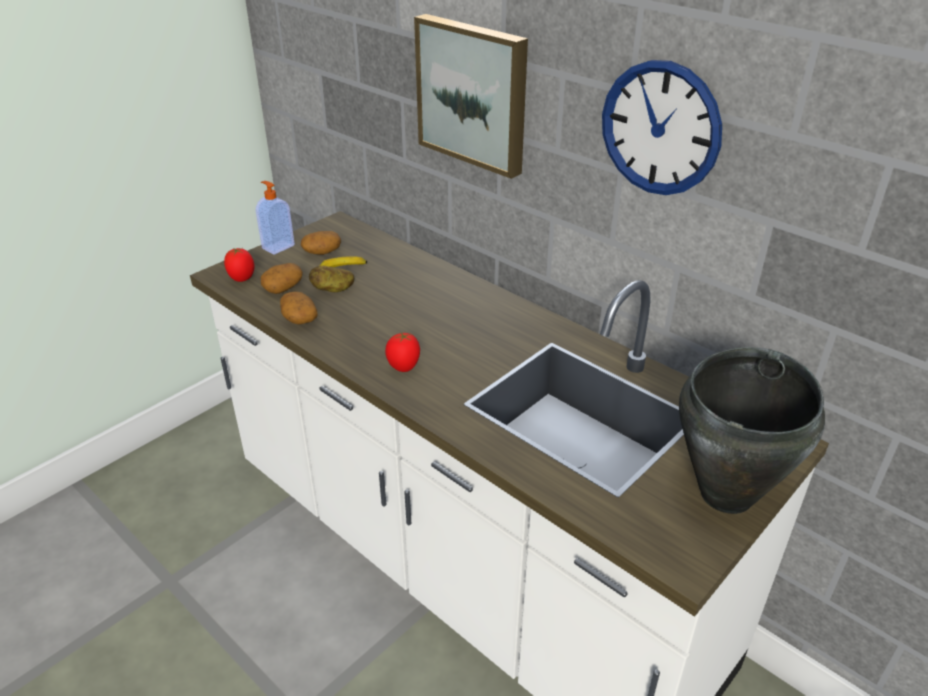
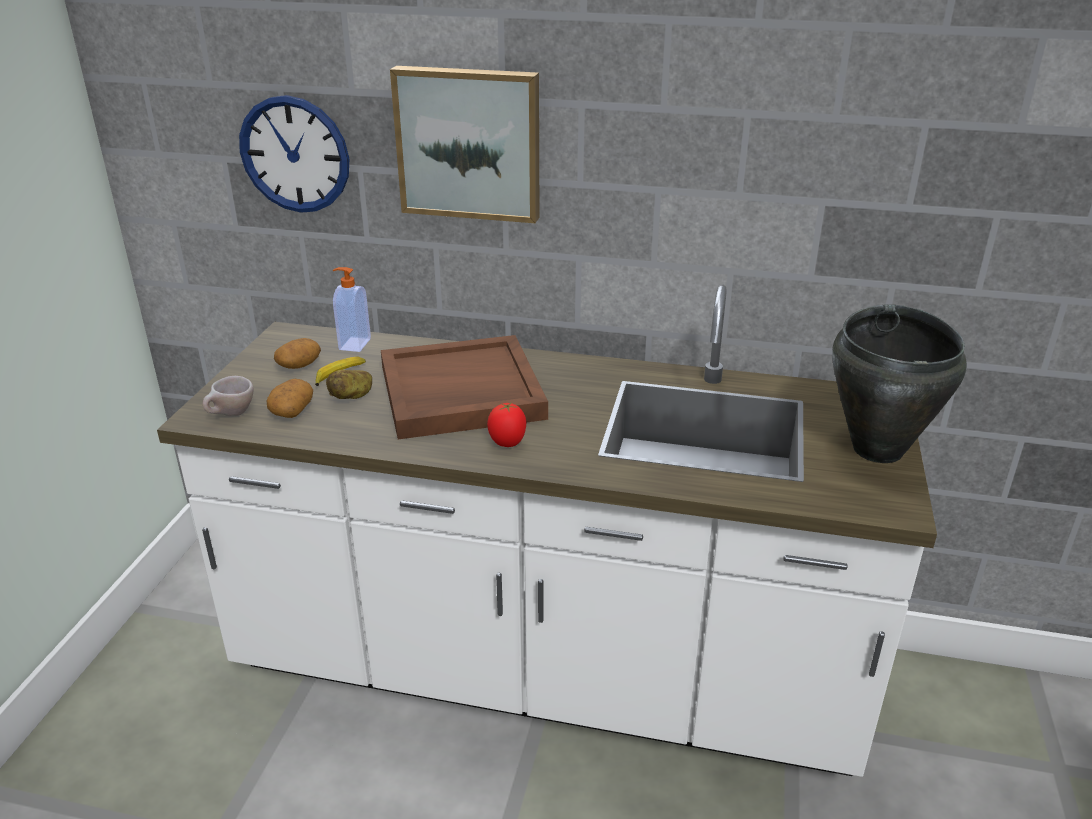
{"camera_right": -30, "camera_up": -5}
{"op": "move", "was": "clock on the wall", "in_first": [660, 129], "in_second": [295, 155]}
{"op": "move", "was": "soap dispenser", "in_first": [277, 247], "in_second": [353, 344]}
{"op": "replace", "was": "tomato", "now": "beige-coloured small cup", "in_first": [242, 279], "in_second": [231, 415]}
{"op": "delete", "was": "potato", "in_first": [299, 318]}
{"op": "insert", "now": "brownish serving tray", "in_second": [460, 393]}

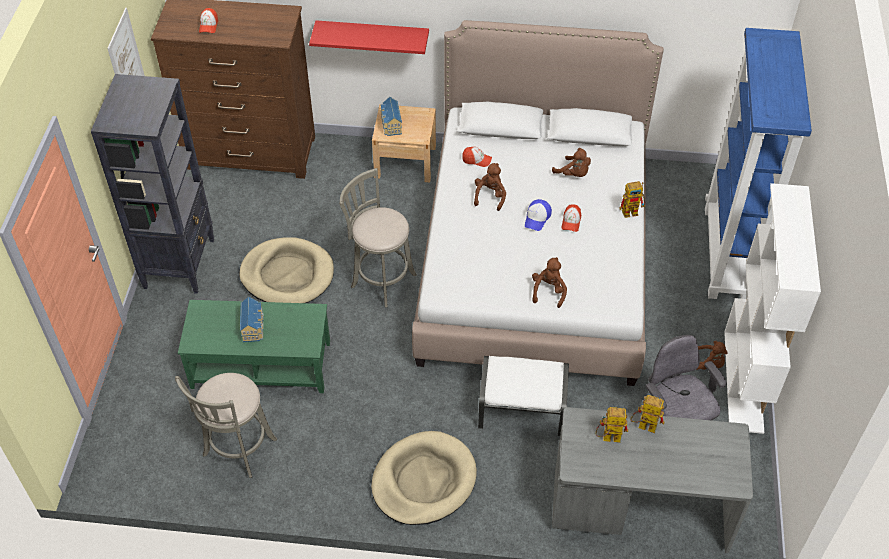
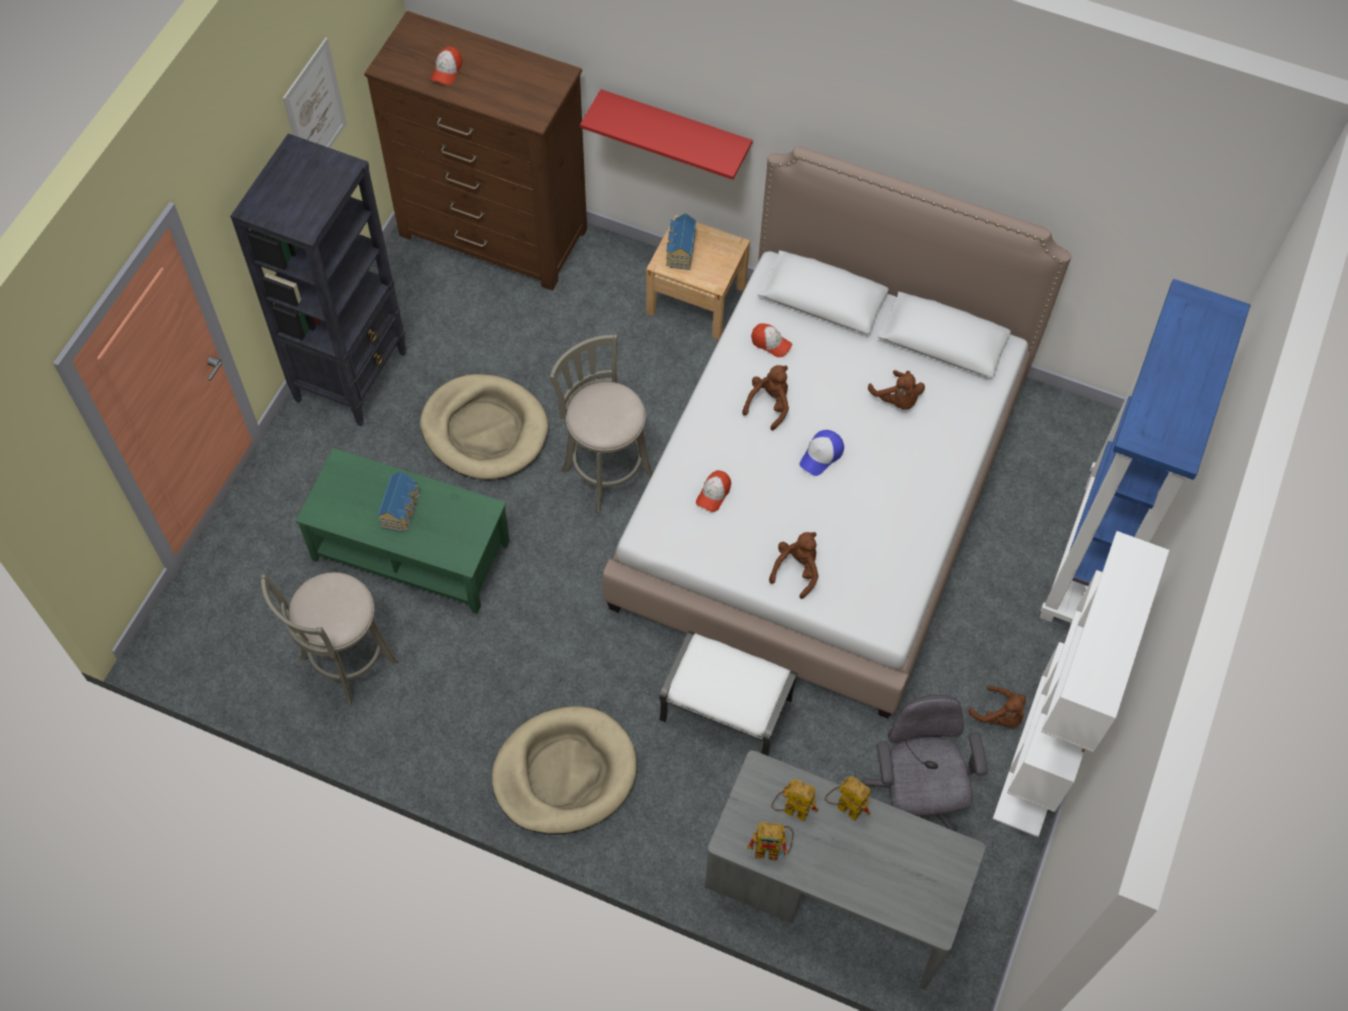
{"camera_right": 15, "camera_up": 10}
{"op": "move", "was": "robot figure", "in_first": [632, 211], "in_second": [772, 849]}
{"op": "move", "was": "peaked cap", "in_first": [571, 221], "in_second": [713, 494]}

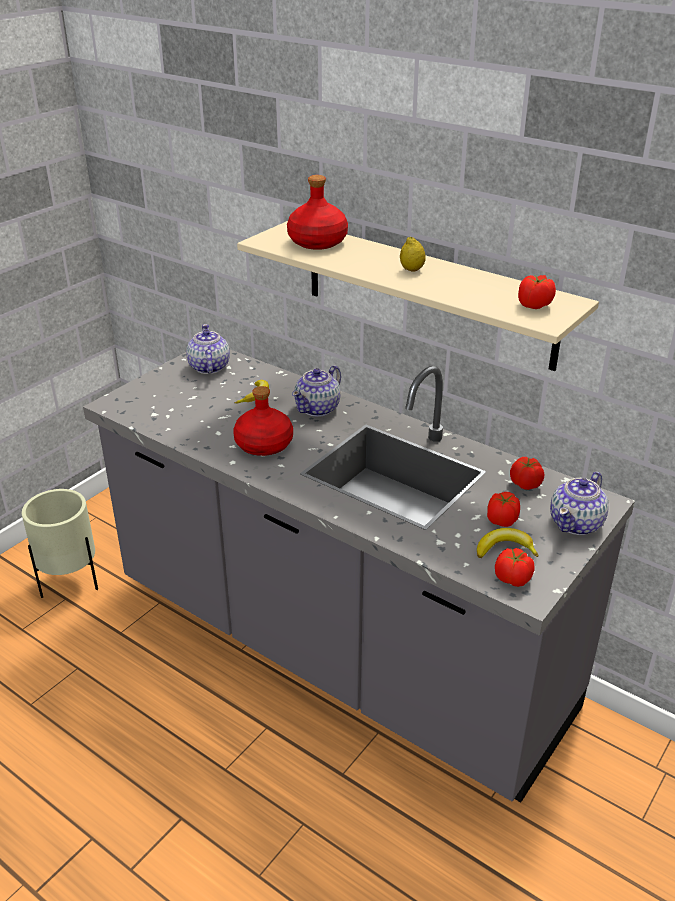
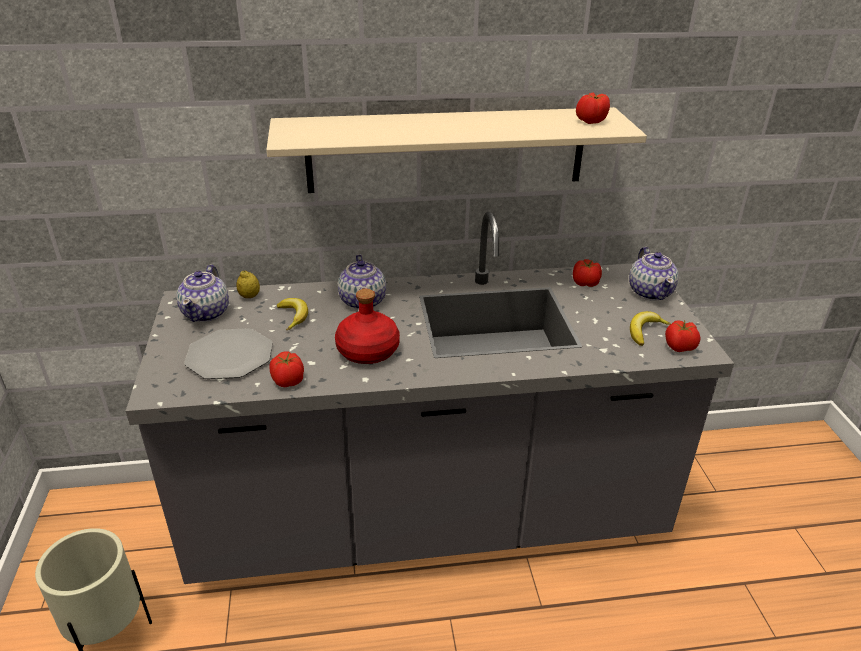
{"camera_right": -45, "camera_up": 0}
{"op": "delete", "was": "red-coloured bottle", "in_first": [317, 242]}
{"op": "move", "was": "citrus fruit", "in_first": [412, 270], "in_second": [249, 296]}
{"op": "rotate", "was": "teapot", "in_first": [208, 367], "in_second": [206, 313], "clockwise": -120}
{"op": "move", "was": "tomato", "in_first": [501, 520], "in_second": [288, 381]}
{"op": "insert", "now": "dinner plate", "in_second": [230, 356]}

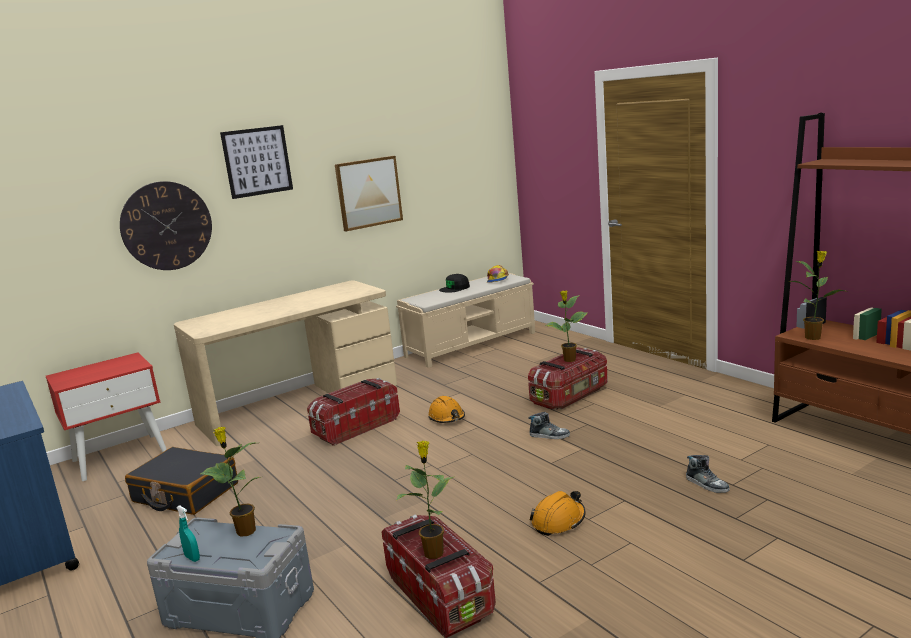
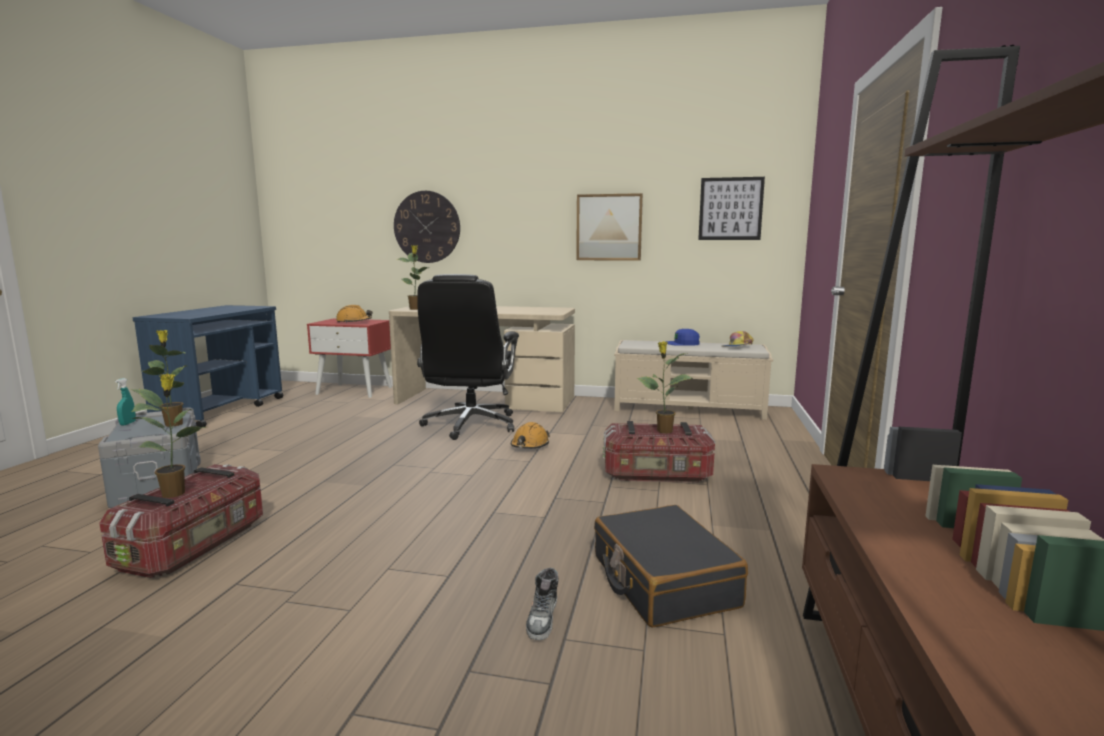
{"camera_right": 45, "camera_up": -5}
{"op": "move", "was": "picture", "in_first": [257, 161], "in_second": [730, 209]}
{"op": "move", "was": "houseplant", "in_first": [814, 337], "in_second": [415, 309]}
{"op": "recolor", "was": "black peaked cap", "now": "blue-coloured peaked cap", "in_first": [455, 288], "in_second": [683, 343]}
{"op": "replace", "was": "storage box", "now": "black computer chair", "in_first": [355, 427], "in_second": [470, 425]}
{"op": "delete", "was": "low shoe", "in_first": [549, 435]}
{"op": "move", "was": "black travel case", "in_first": [185, 493], "in_second": [663, 581]}
{"op": "move", "was": "orangey hard hat", "in_first": [559, 521], "in_second": [354, 322]}

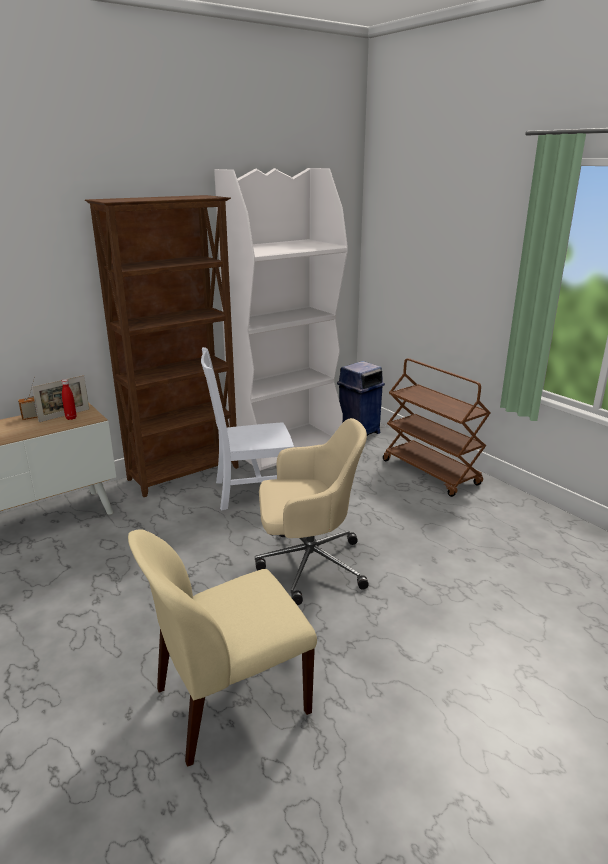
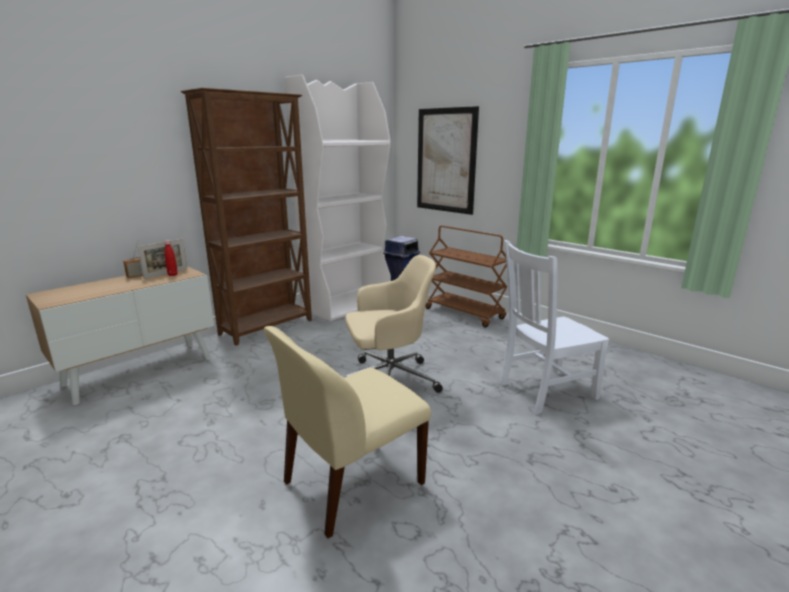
{"camera_right": -10, "camera_up": -5}
{"op": "move", "was": "whitish upright chair", "in_first": [250, 492], "in_second": [544, 391]}
{"op": "insert", "now": "picture", "in_second": [445, 161]}

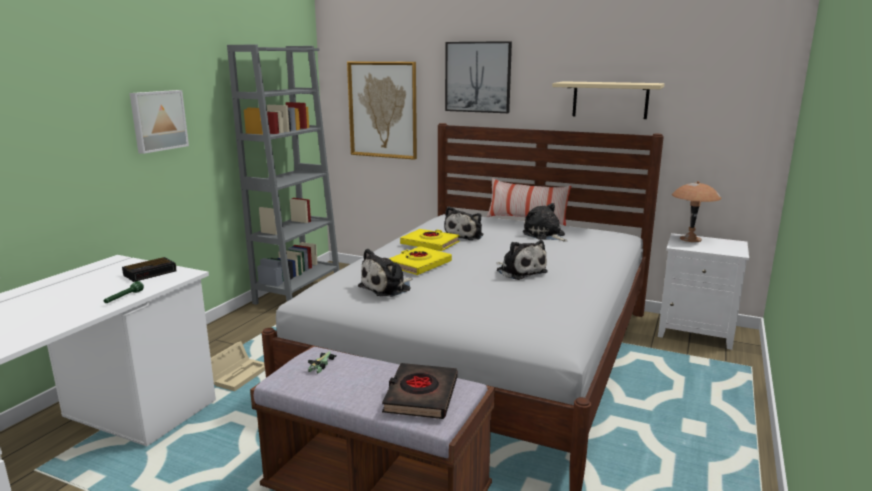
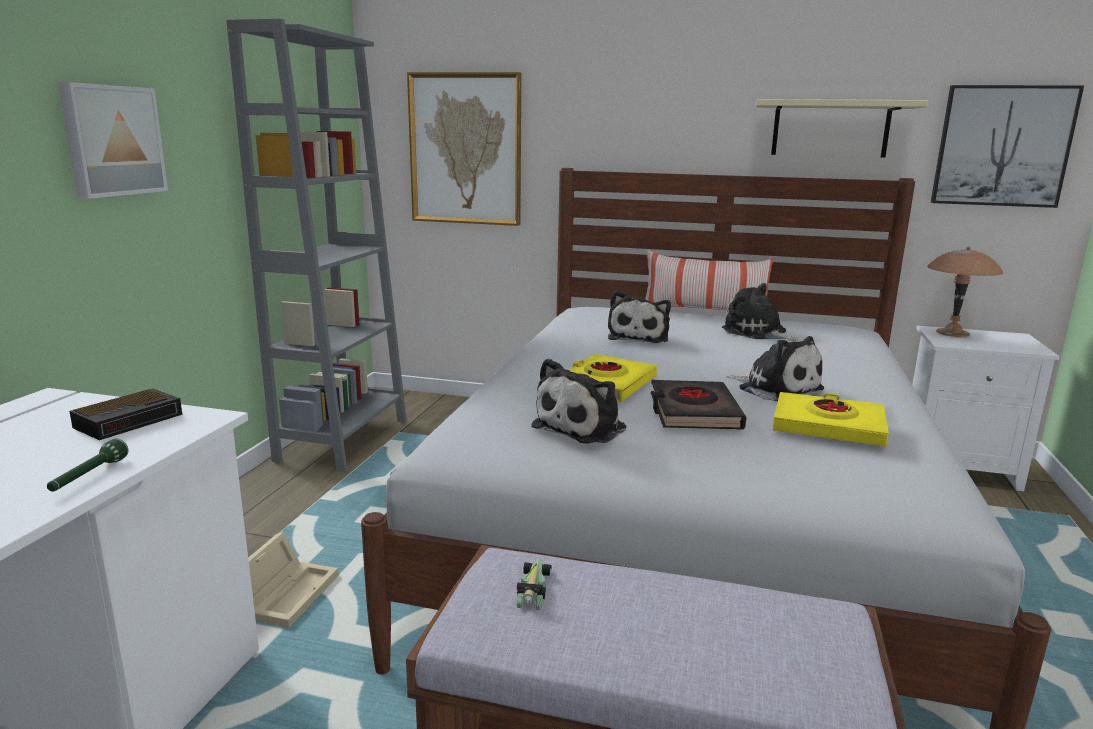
{"camera_right": -10, "camera_up": 0}
{"op": "move", "was": "picture", "in_first": [478, 77], "in_second": [1002, 146]}
{"op": "move", "was": "yellowish bound book", "in_first": [430, 244], "in_second": [828, 426]}
{"op": "move", "was": "black bound book", "in_first": [420, 396], "in_second": [693, 412]}

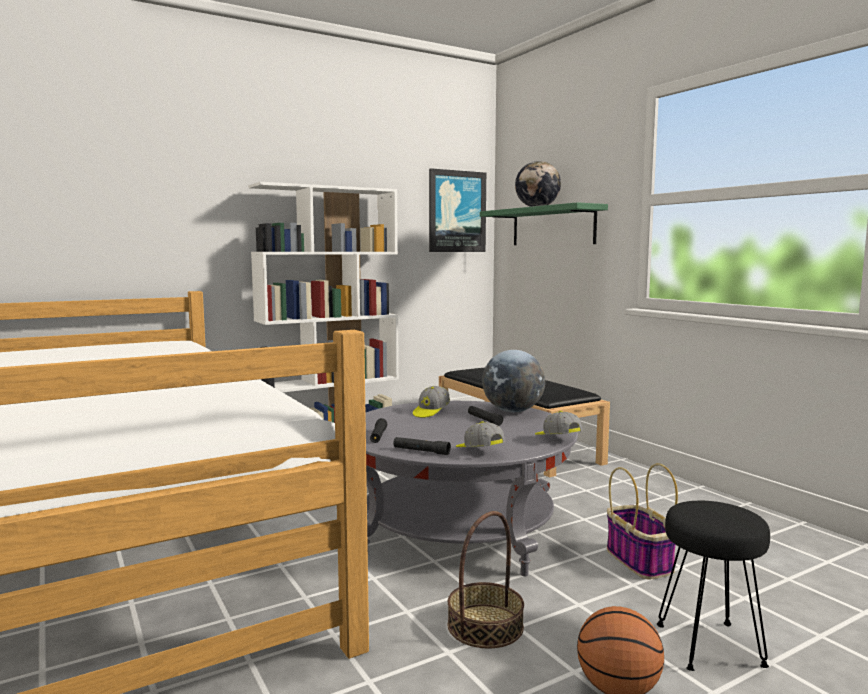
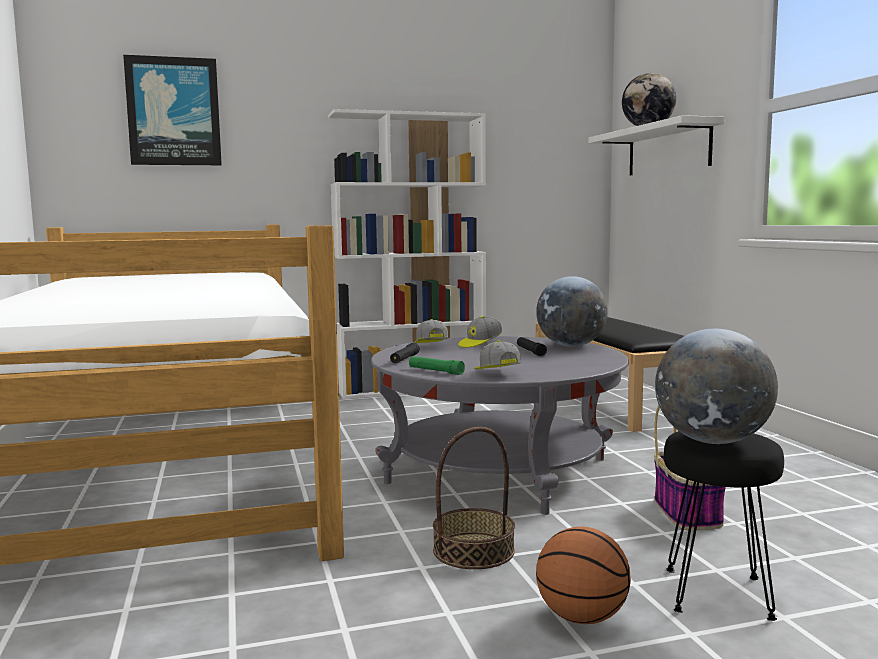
{"camera_right": 15, "camera_up": 0}
{"op": "move", "was": "picture", "in_first": [457, 211], "in_second": [174, 112]}
{"op": "recolor", "was": "green-coloured shelf", "now": "whitish shelf", "in_first": [552, 226], "in_second": [668, 149]}
{"op": "move", "was": "peaked cap", "in_first": [557, 439], "in_second": [430, 346]}
{"op": "recolor", "was": "black flashlight", "now": "green-coloured flashlight", "in_first": [421, 451], "in_second": [435, 371]}
{"op": "insert", "now": "desk globe", "in_second": [712, 441]}

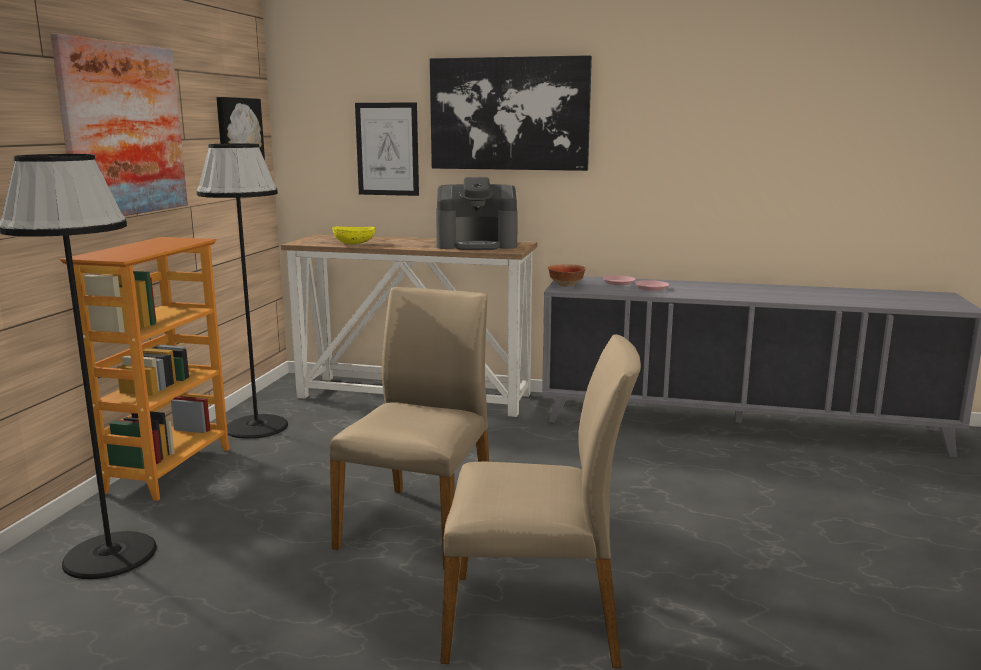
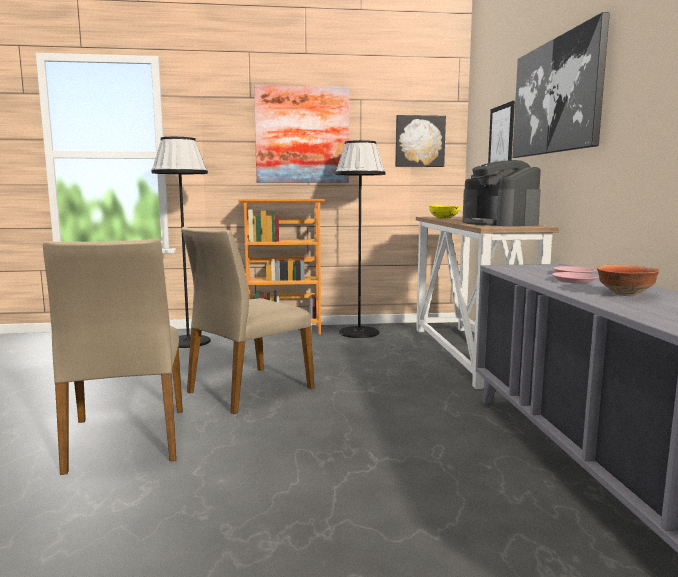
{"camera_right": 70, "camera_up": -5}
{"op": "move", "was": "deep dish", "in_first": [567, 285], "in_second": [626, 294]}
{"op": "rotate", "was": "beige-coloured upright chair", "in_first": [419, 524], "in_second": [248, 389], "clockwise": 135}

